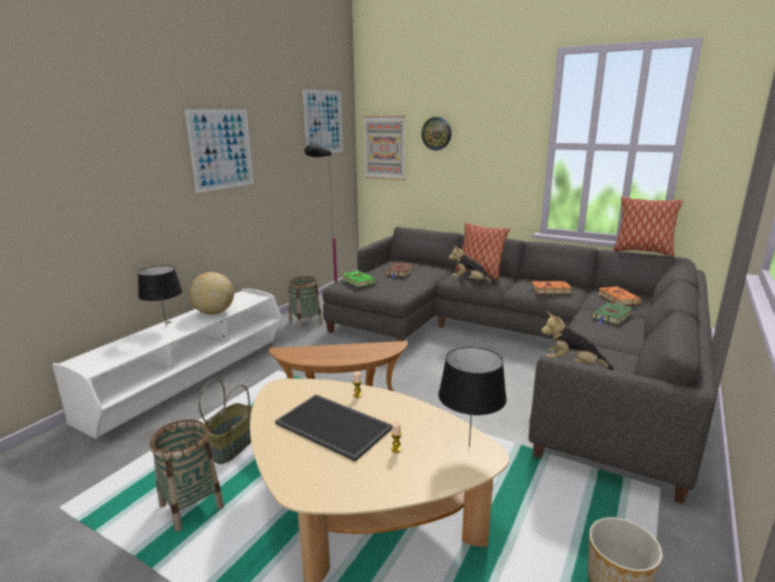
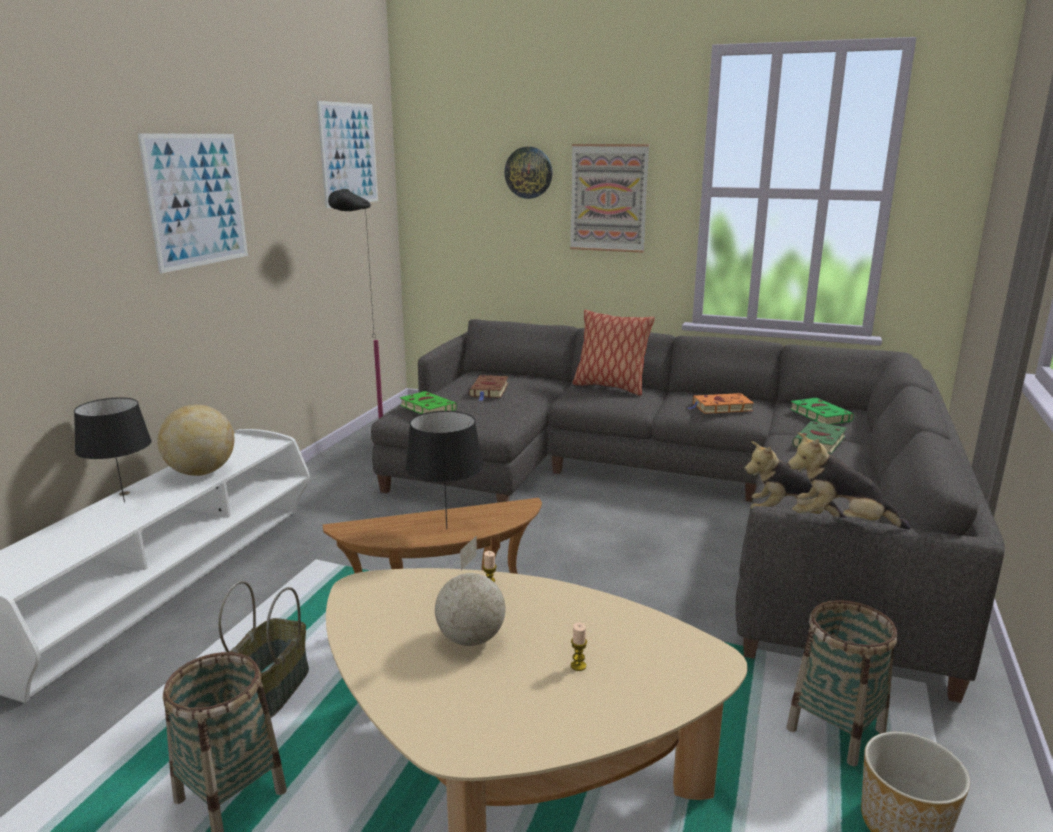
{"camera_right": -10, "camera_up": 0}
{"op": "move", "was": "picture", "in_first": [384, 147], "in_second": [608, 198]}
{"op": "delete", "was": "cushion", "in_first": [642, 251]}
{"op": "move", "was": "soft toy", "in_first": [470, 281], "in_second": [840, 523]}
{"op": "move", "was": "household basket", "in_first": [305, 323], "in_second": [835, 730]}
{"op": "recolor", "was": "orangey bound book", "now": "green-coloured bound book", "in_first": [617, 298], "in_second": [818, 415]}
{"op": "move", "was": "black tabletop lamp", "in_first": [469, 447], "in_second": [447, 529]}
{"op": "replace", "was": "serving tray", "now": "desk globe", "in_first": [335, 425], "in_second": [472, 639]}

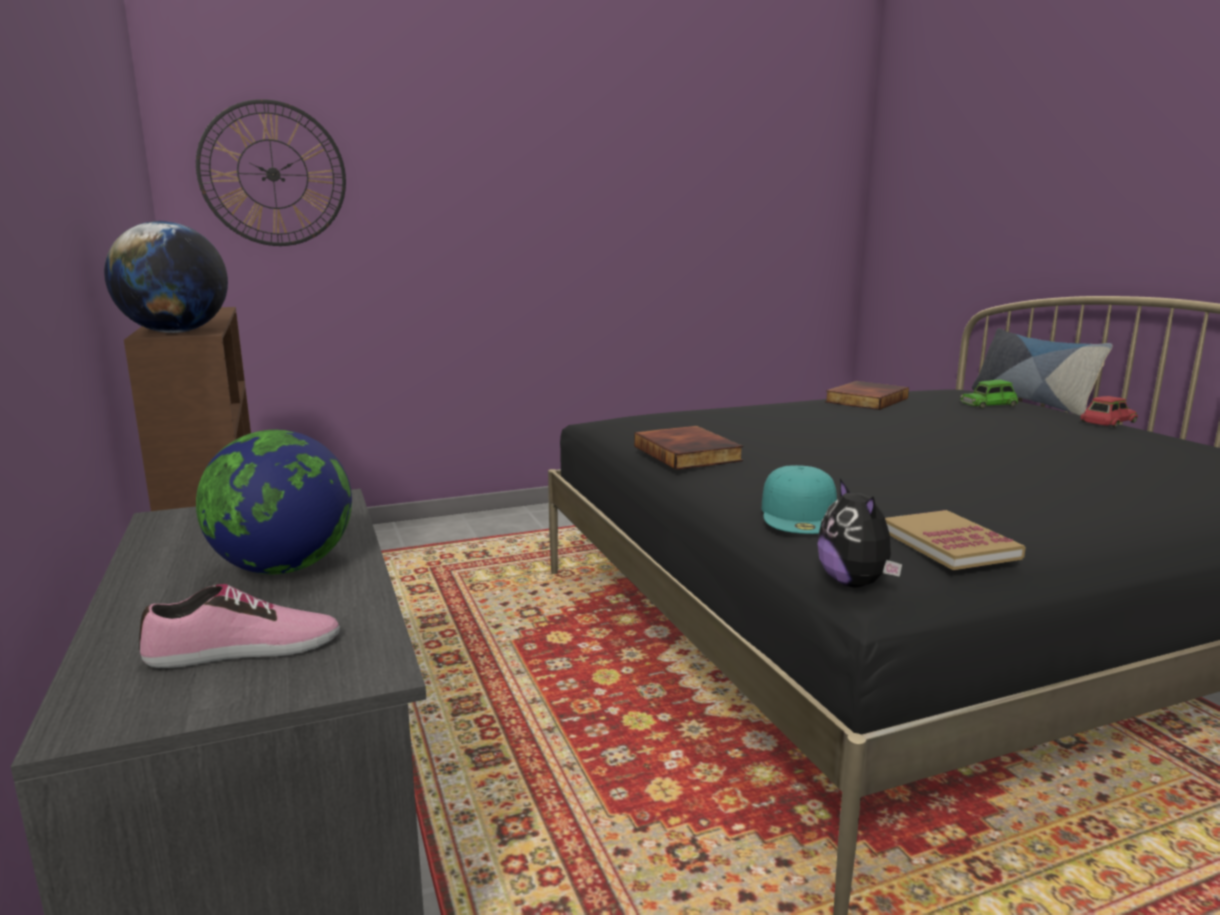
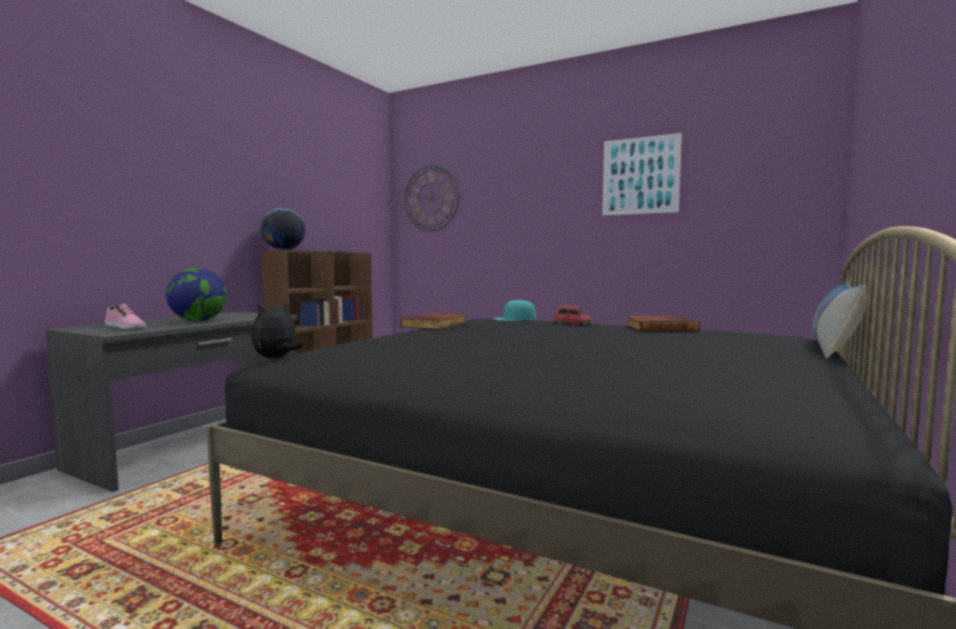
{"camera_right": 50, "camera_up": -10}
{"op": "delete", "was": "green-coloured model car", "in_first": [988, 404]}
{"op": "move", "was": "red-coloured model car", "in_first": [1108, 422], "in_second": [572, 323]}
{"op": "move", "was": "turquoise-coloured peaked cap", "in_first": [801, 514], "in_second": [515, 318]}
{"op": "delete", "was": "bound book", "in_first": [949, 544]}
{"op": "insert", "now": "picture", "in_second": [640, 176]}

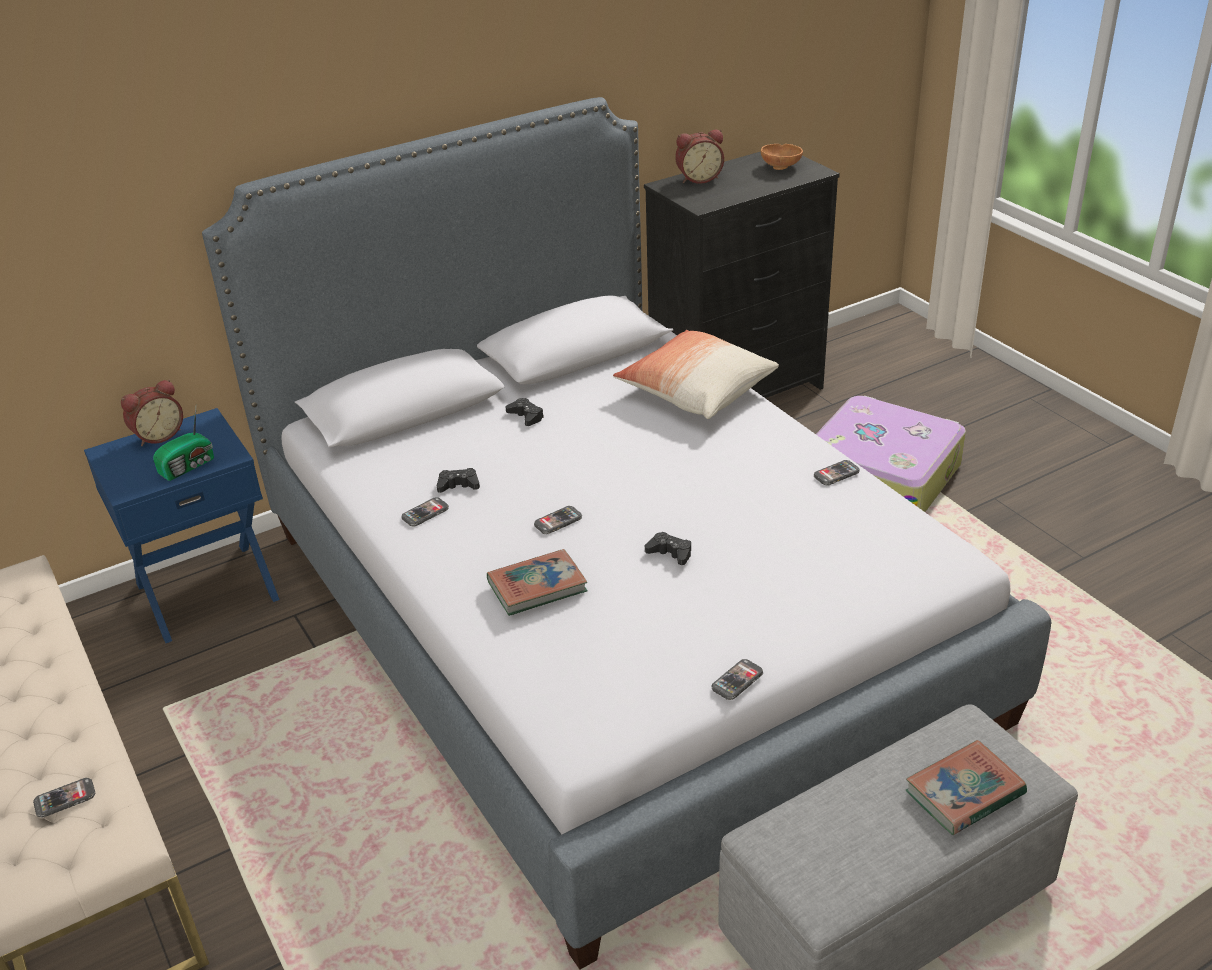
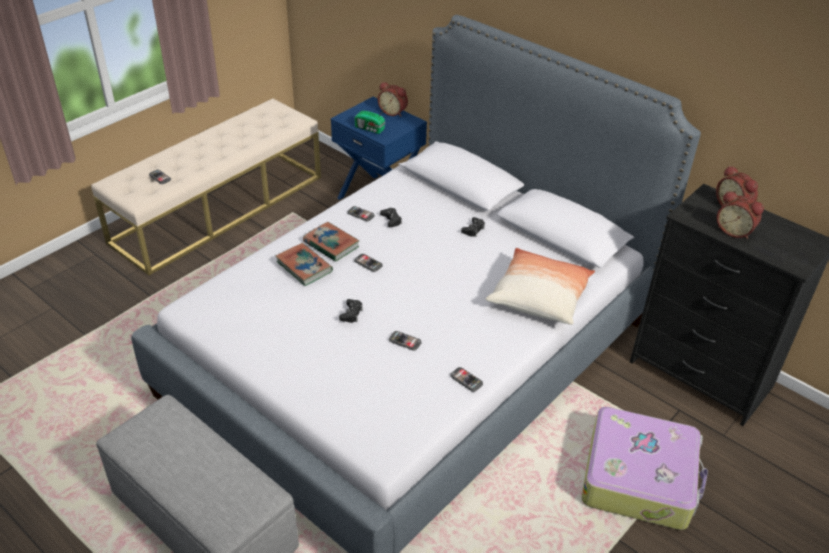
{"camera_right": 70, "camera_up": 5}
{"op": "delete", "was": "brownish deep dish", "in_first": [781, 167]}
{"op": "move", "was": "phone", "in_first": [737, 681], "in_second": [405, 341]}
{"op": "move", "was": "bound book", "in_first": [964, 793], "in_second": [331, 244]}
{"op": "insert", "now": "table clock", "in_second": [734, 230]}

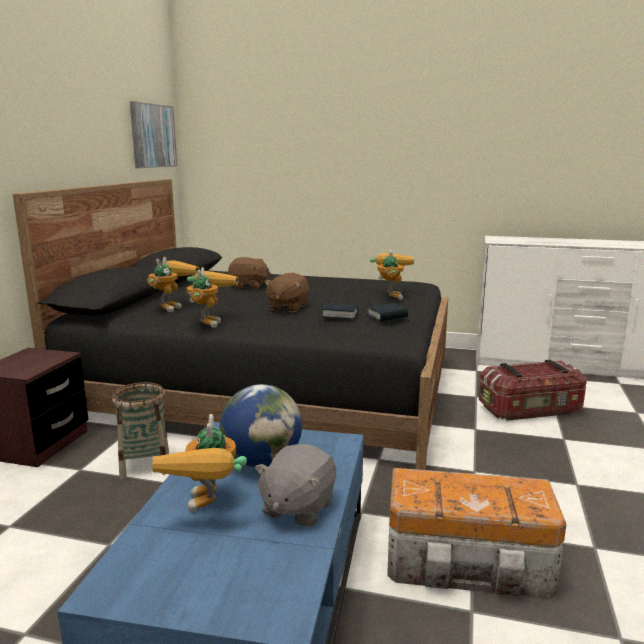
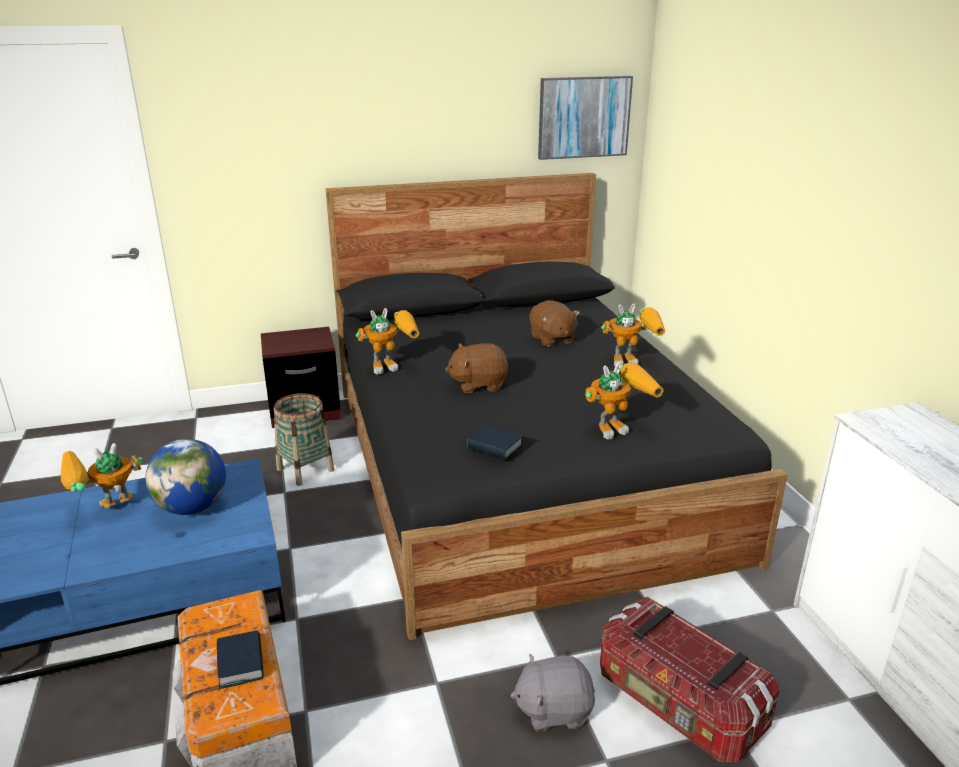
{"camera_right": 60, "camera_up": 10}
{"op": "move", "was": "robot figure", "in_first": [172, 306], "in_second": [632, 360]}
{"op": "move", "was": "bound book", "in_first": [340, 315], "in_second": [241, 663]}
{"op": "move", "was": "grey soft toy", "in_first": [297, 507], "in_second": [553, 710]}

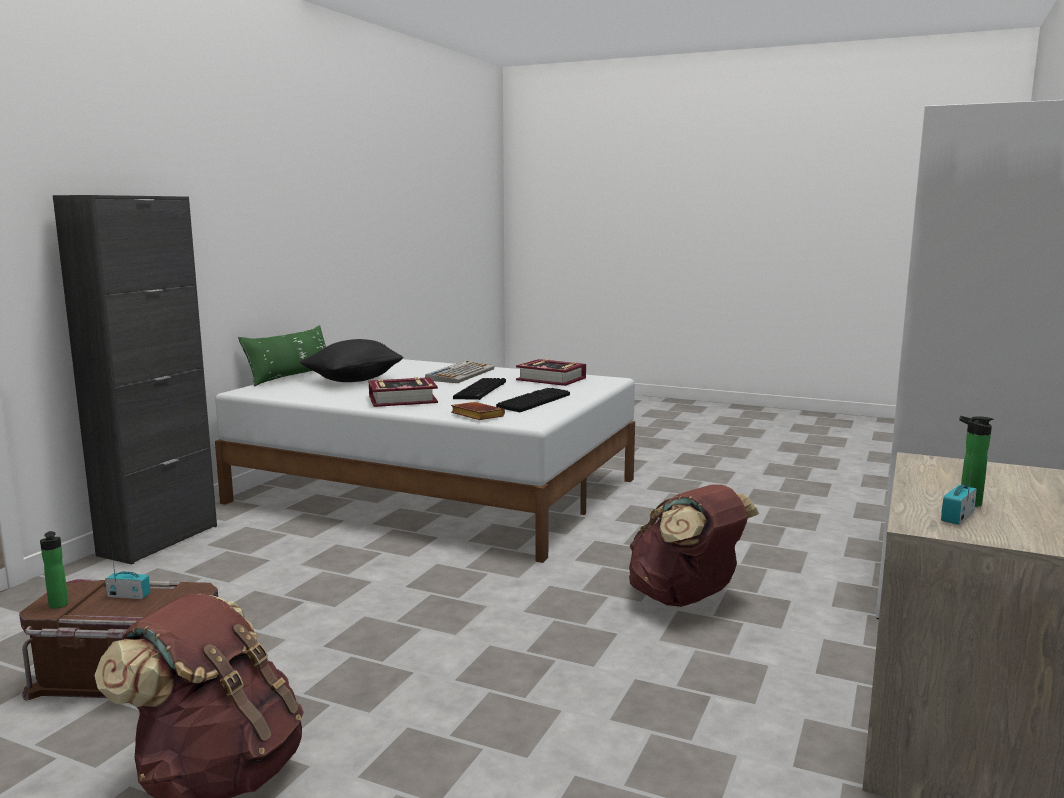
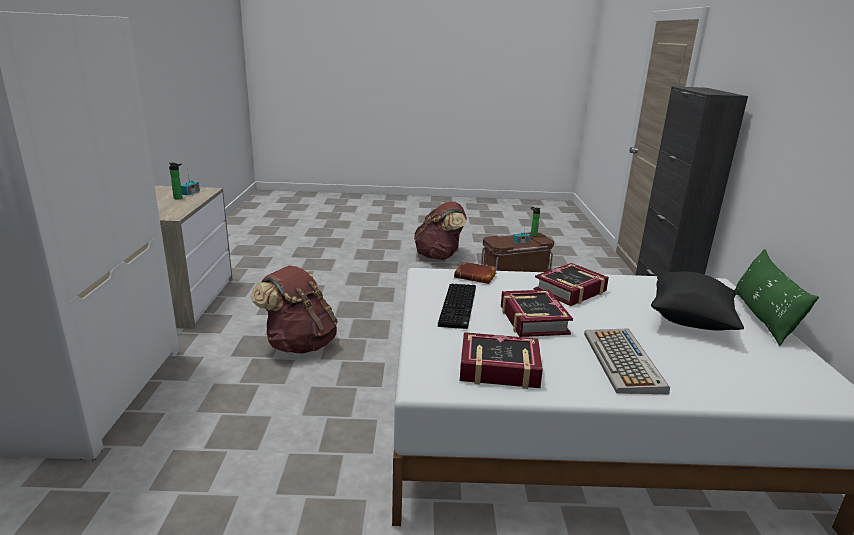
{"camera_right": 155, "camera_up": 10}
{"op": "replace", "was": "PC keyboard", "now": "bound book", "in_first": [481, 391], "in_second": [533, 320]}

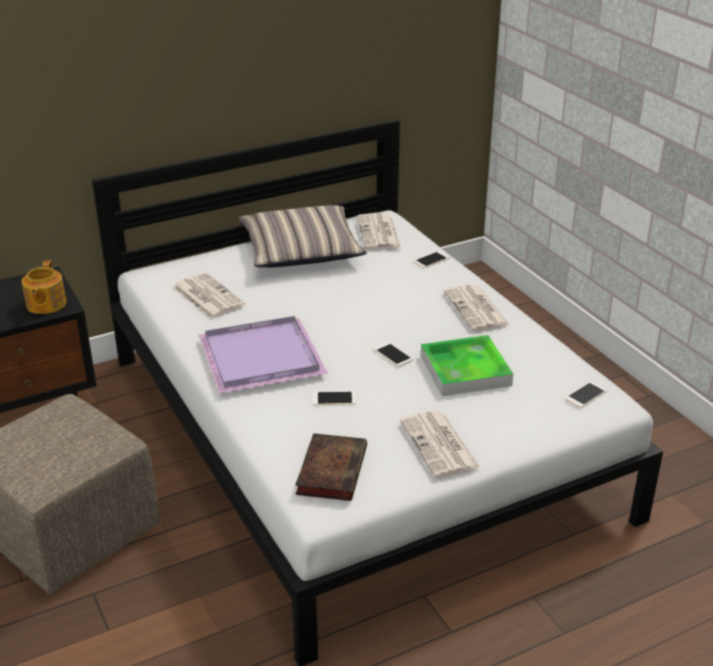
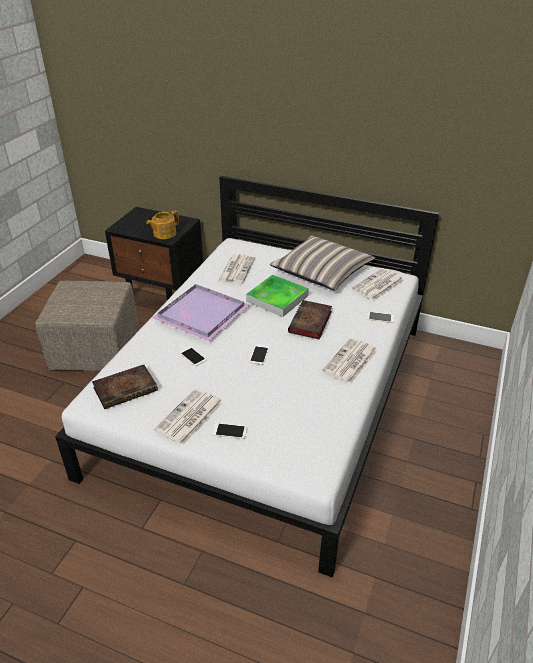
{"camera_right": 50, "camera_up": 5}
{"op": "move", "was": "serving tray", "in_first": [465, 370], "in_second": [277, 298]}
{"op": "move", "was": "phone", "in_first": [585, 395], "in_second": [229, 431]}
{"op": "insert", "now": "bound book", "in_second": [310, 323]}

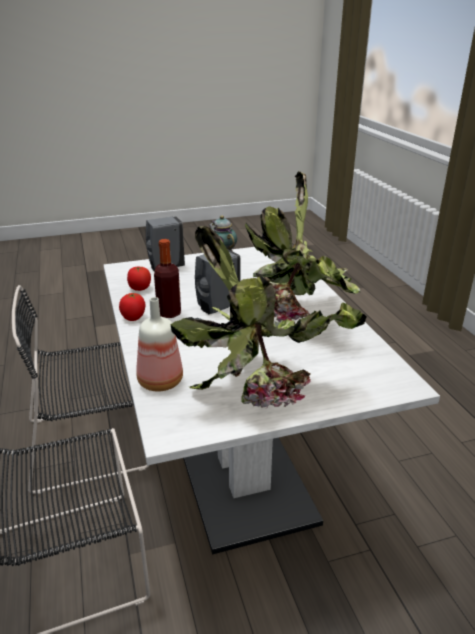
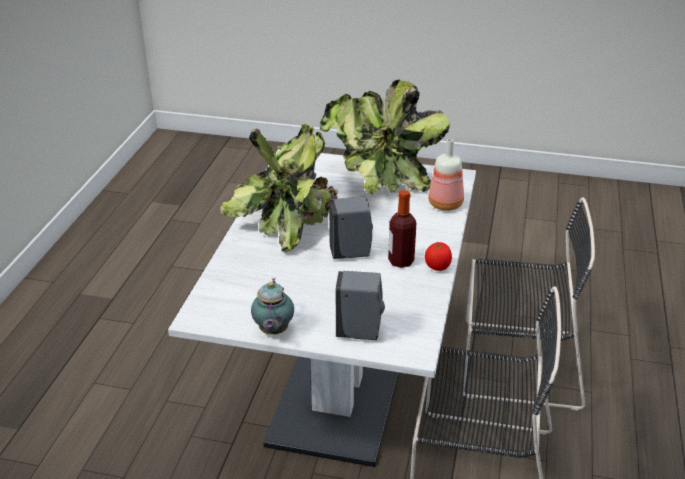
{"camera_right": -150, "camera_up": 5}
{"op": "delete", "was": "tomato", "in_first": [140, 288]}

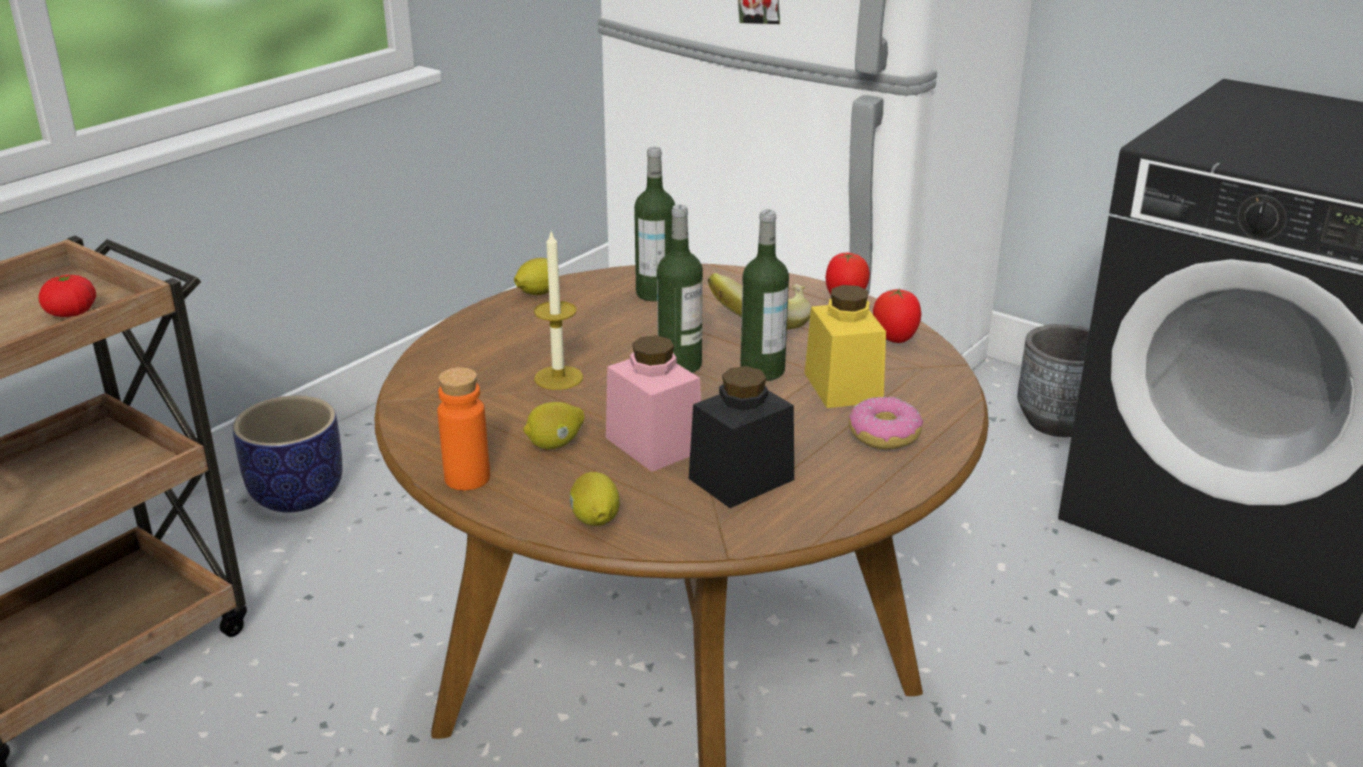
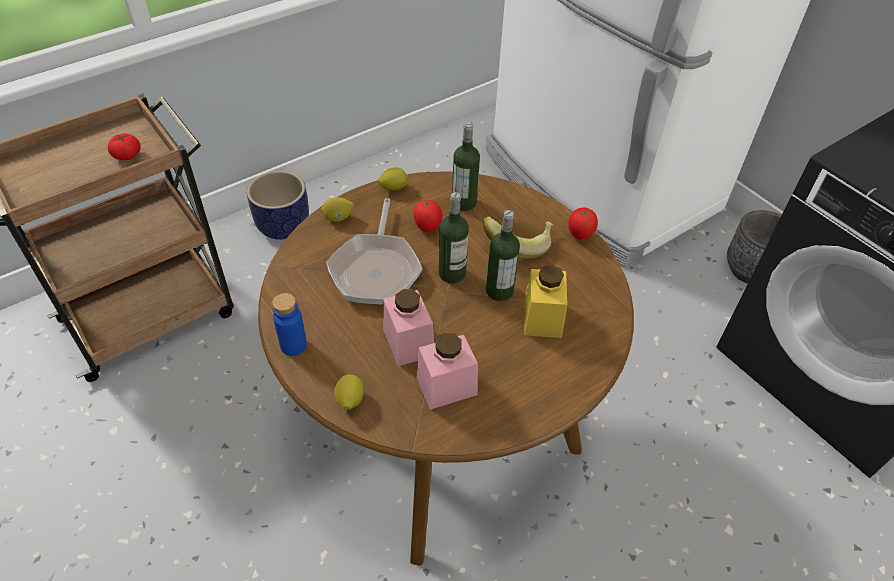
{"camera_right": 15, "camera_up": 20}
{"op": "replace", "was": "candle", "now": "skillet", "in_first": [558, 378], "in_second": [376, 269]}
{"op": "move", "was": "tomato", "in_first": [895, 340], "in_second": [427, 228]}
{"op": "recolor", "was": "black jar", "now": "pink jar", "in_first": [741, 479], "in_second": [446, 386]}
{"op": "recolor", "was": "orangey bottle", "now": "blue-coloured bottle", "in_first": [467, 478], "in_second": [293, 345]}
{"op": "delete", "was": "ring doughnut", "in_first": [883, 435]}
{"op": "move", "was": "citrus fruit", "in_first": [555, 444], "in_second": [338, 218]}

